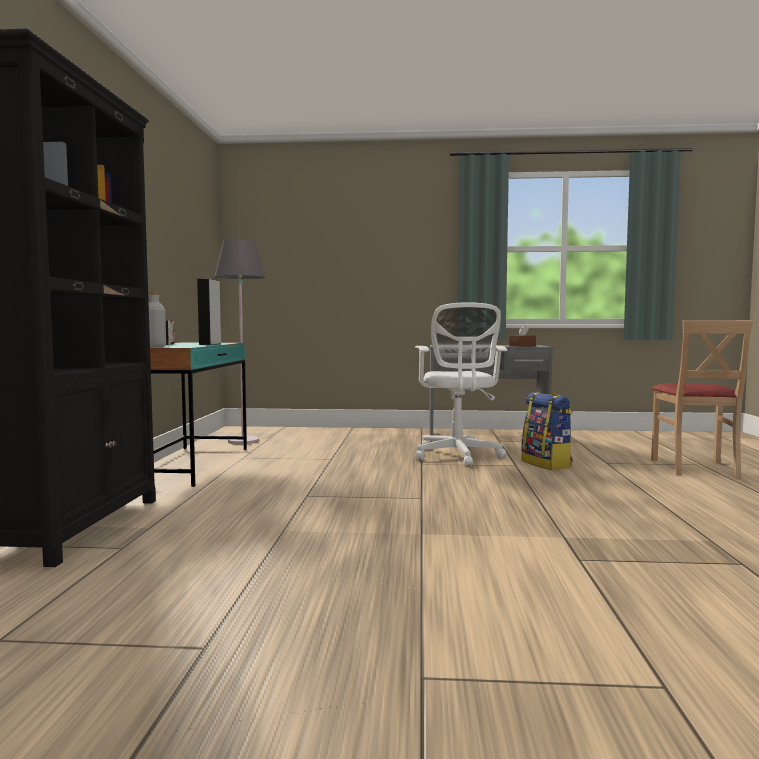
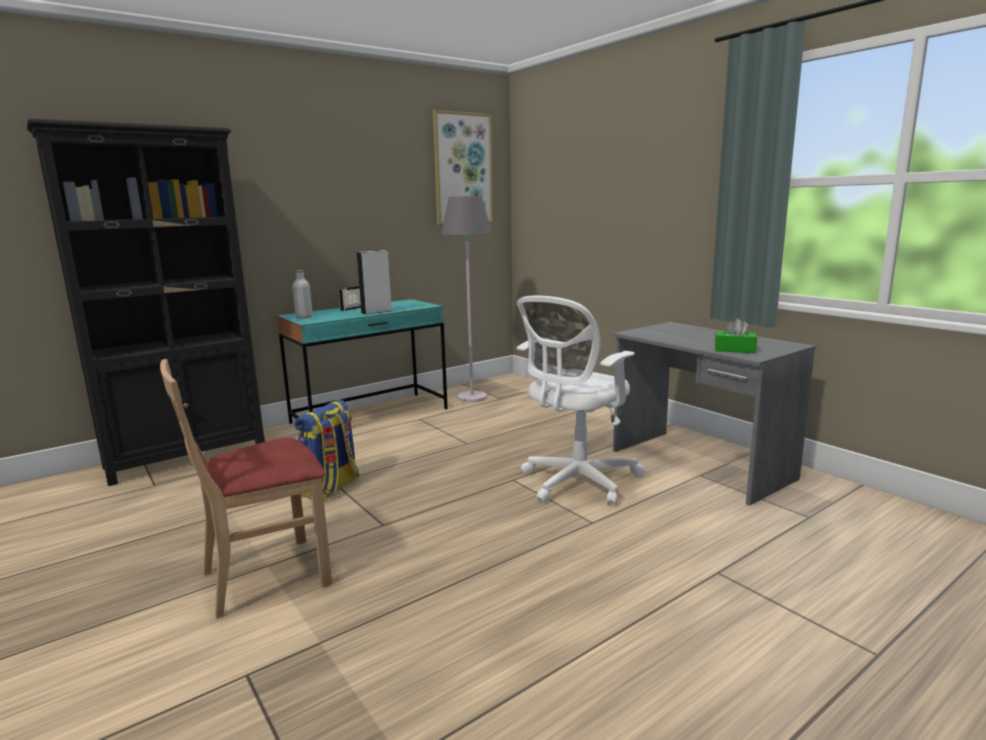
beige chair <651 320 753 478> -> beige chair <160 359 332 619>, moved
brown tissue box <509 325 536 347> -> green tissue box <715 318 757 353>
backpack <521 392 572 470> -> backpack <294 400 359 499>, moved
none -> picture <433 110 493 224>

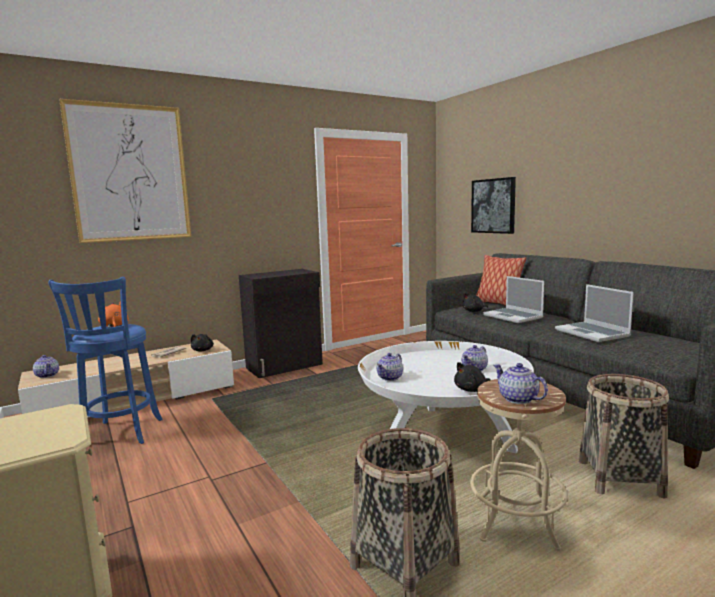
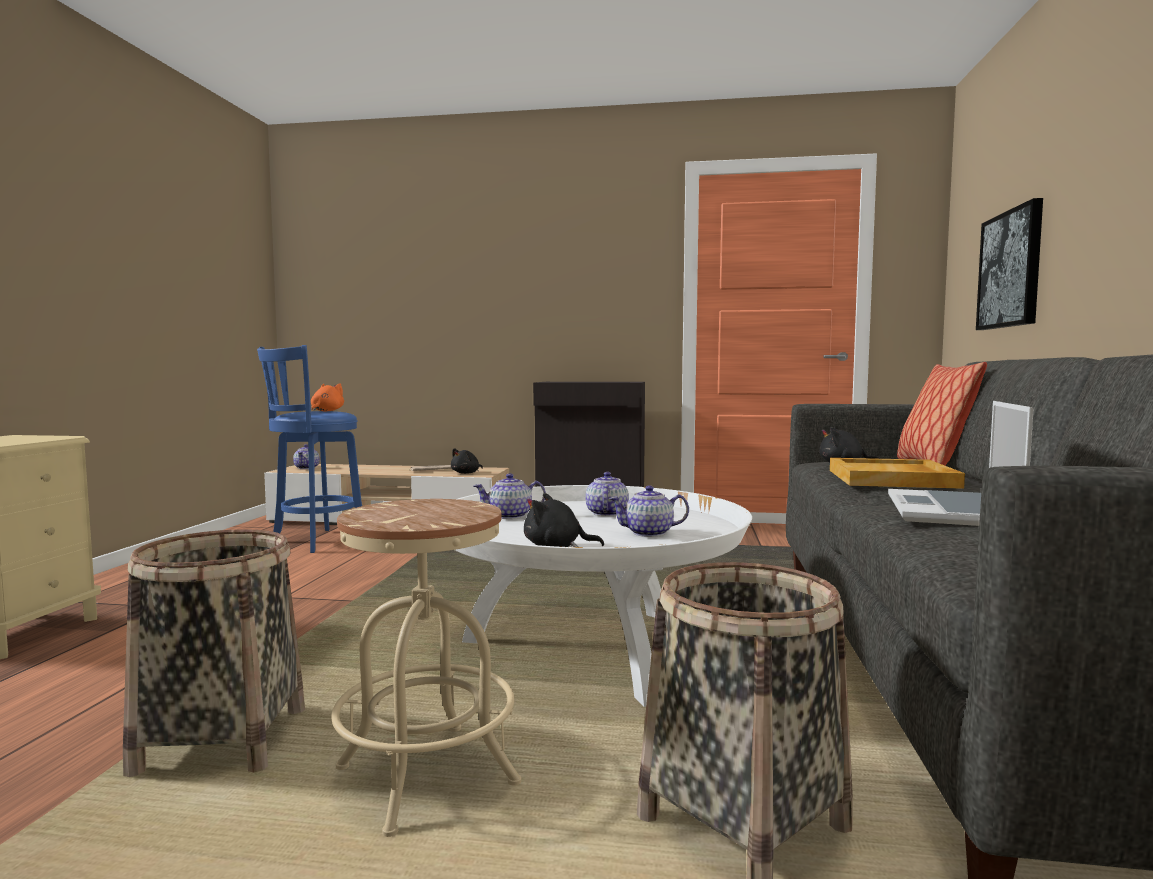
picture <59 99 191 243> -> none
laptop <483 276 544 323> -> beige tray <830 458 965 489>
teapot <494 363 548 404> -> teapot <586 472 629 516>, moved

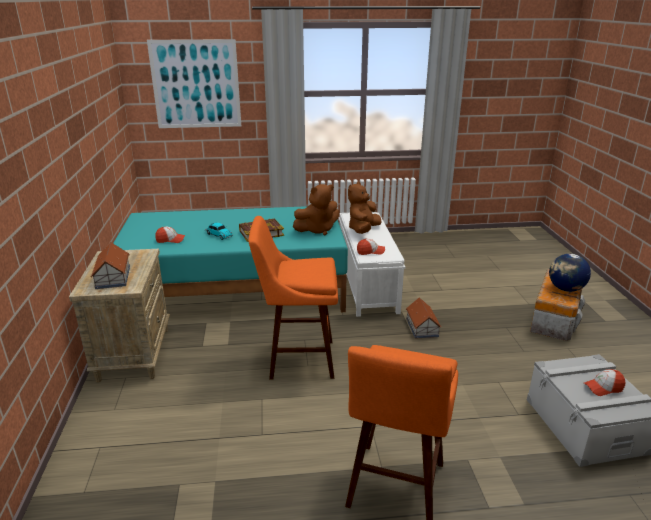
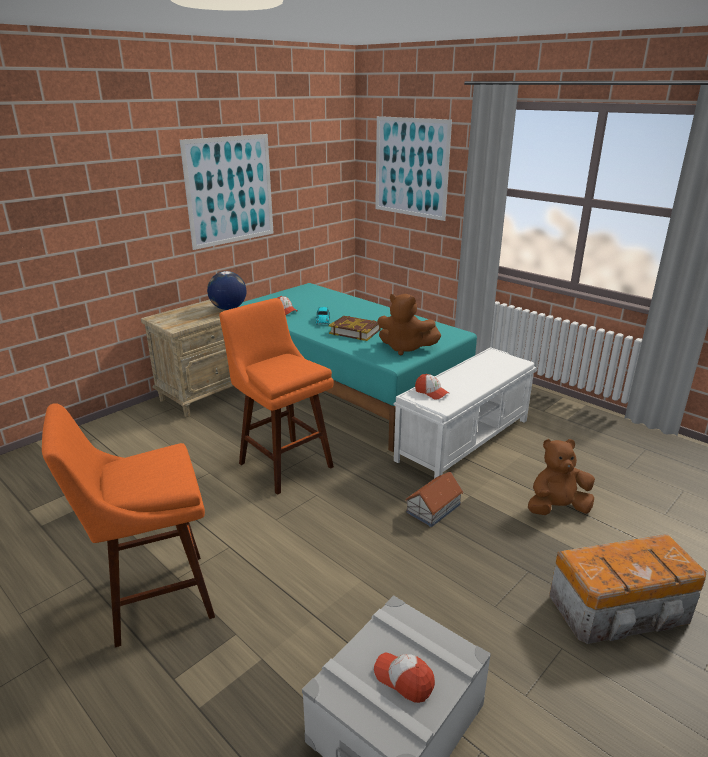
brown plush toy <348 182 382 234> -> brown plush toy <528 439 595 515>, moved
toy house <91 242 130 289> -> none
globe <549 254 591 292> -> globe <207 271 246 310>, moved
none -> picture <180 134 274 250>

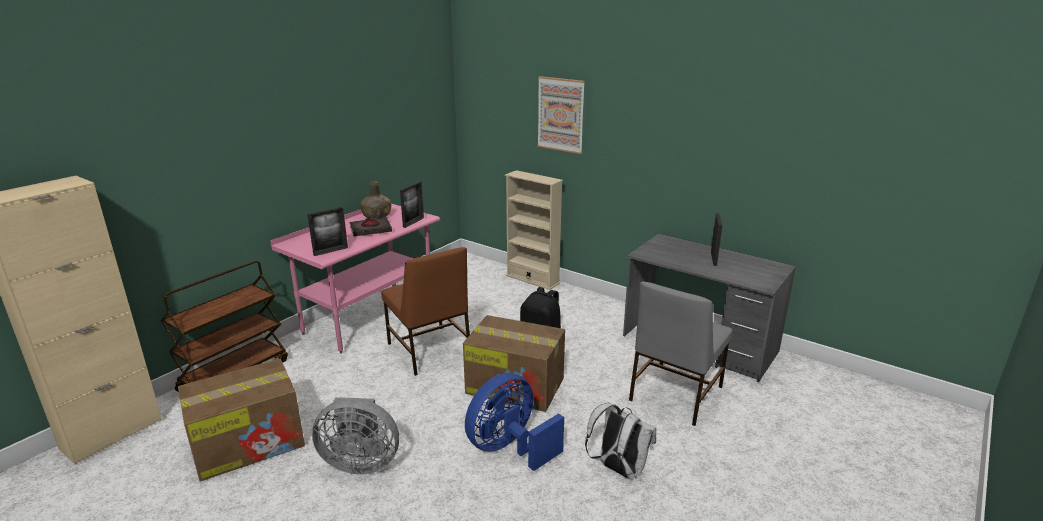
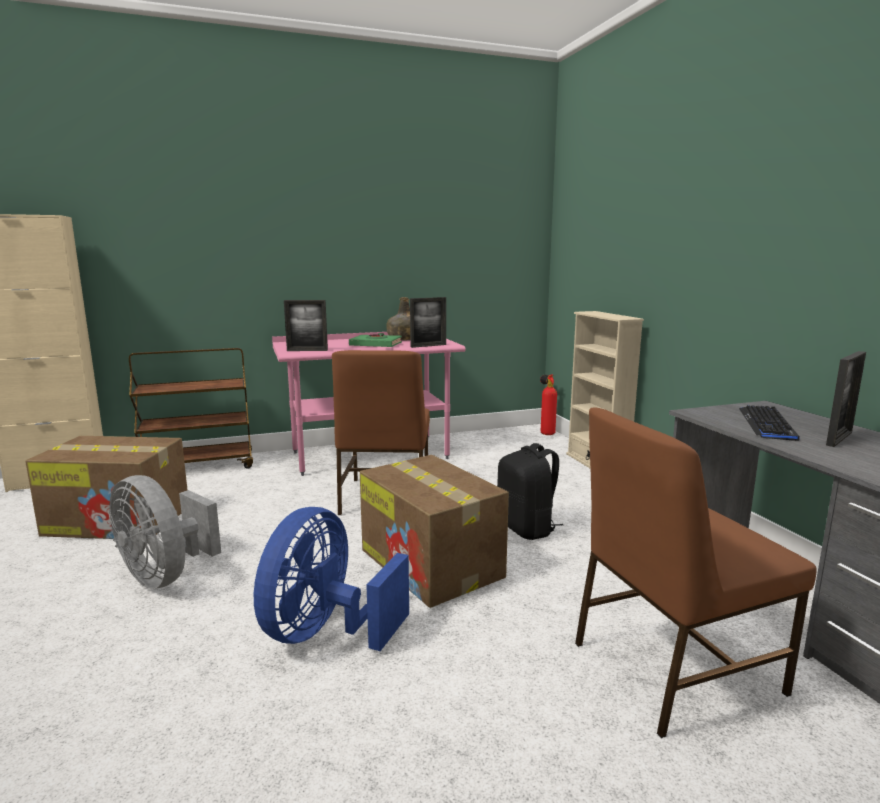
picture <537 76 585 154> -> none
black book <350 217 392 236> -> green book <349 333 402 347>
grey chair <629 282 732 426> -> brown chair <575 407 817 738>
blue fan <465 373 564 471> -> blue fan <254 507 409 651>, 60 degrees counterclockwise
white backpack <585 402 656 479> -> none
none -> fire extinguisher <540 374 557 435>
none -> keyboard <739 405 800 441>

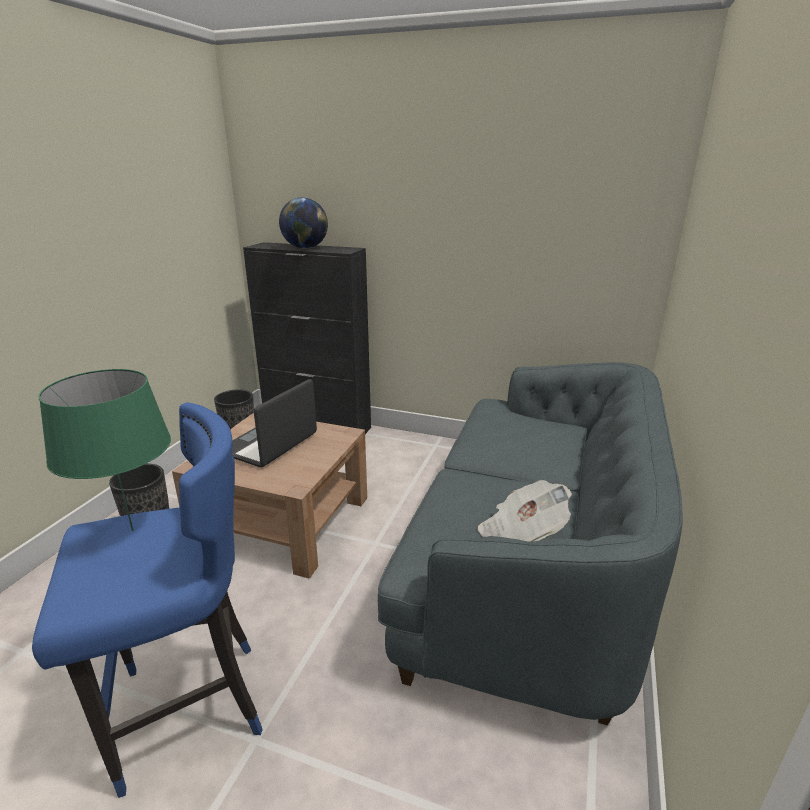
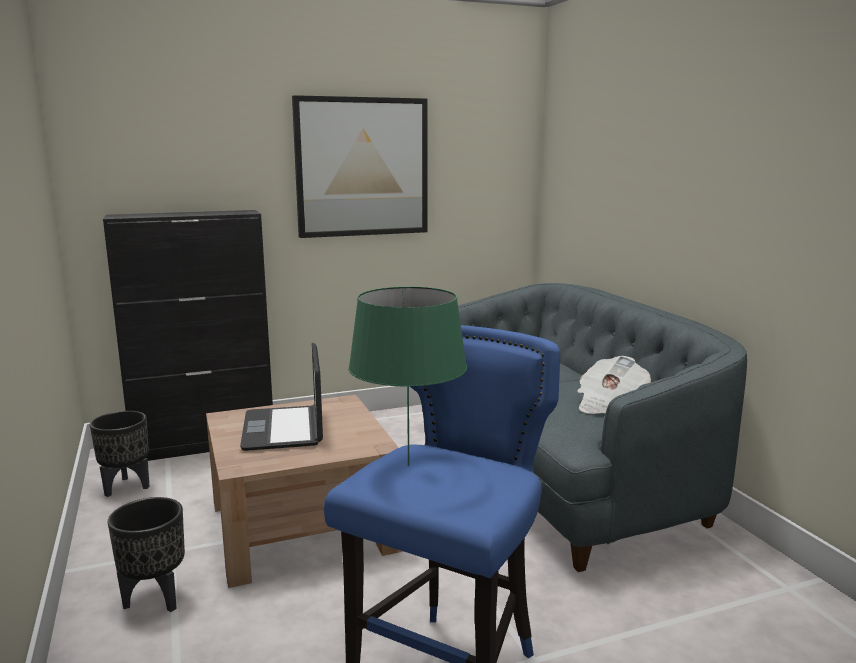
globe <279 197 328 249> -> none
none -> picture <292 95 427 238>

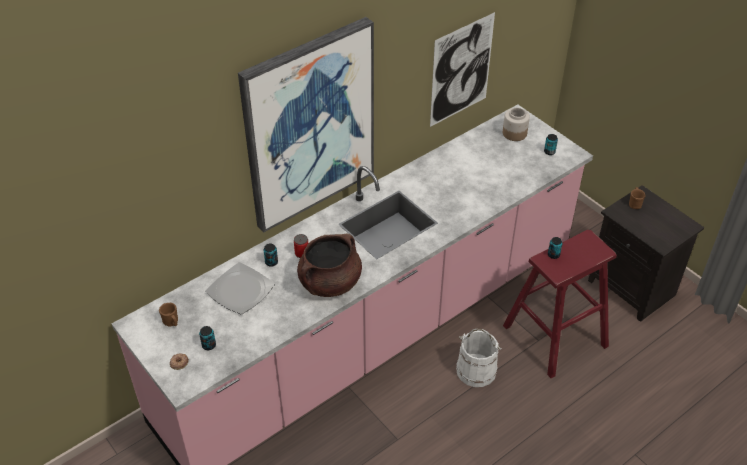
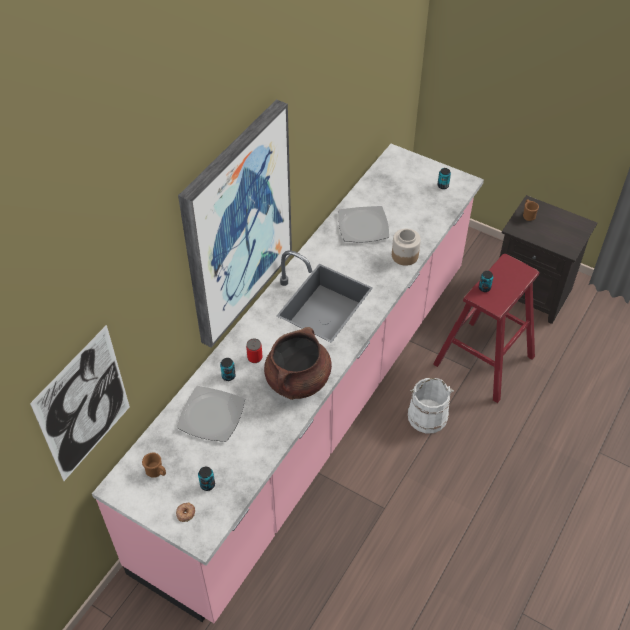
picture <430 12 495 127> -> picture <30 325 130 481>, moved
jar <503 108 530 141> -> jar <392 229 421 266>, moved
none -> plate <338 206 389 243>

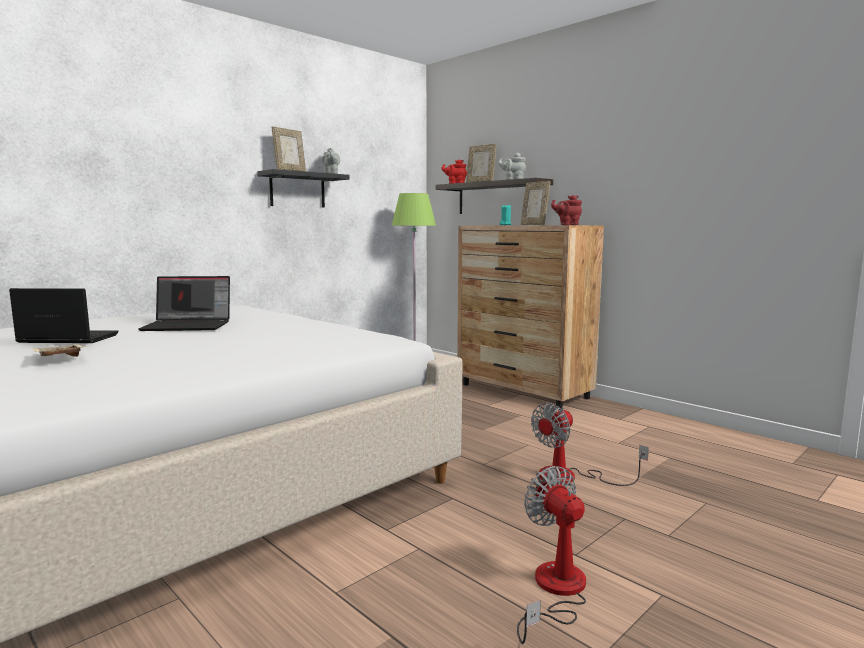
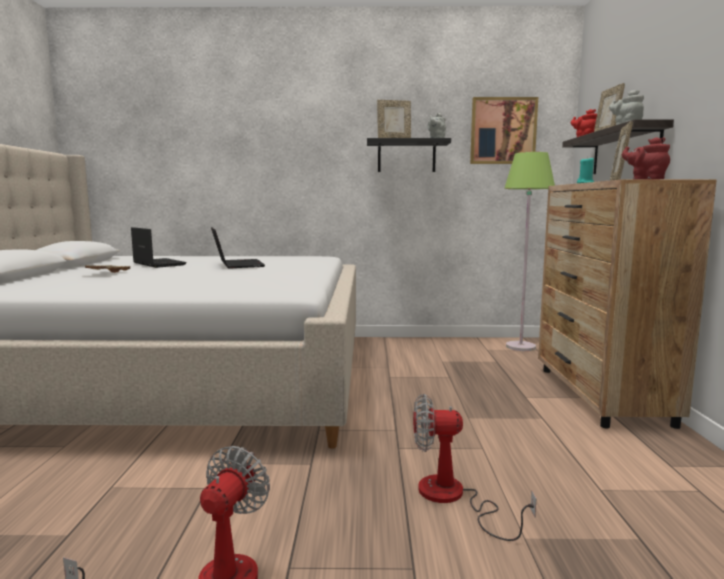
laptop <138 276 230 331> -> laptop <211 227 265 269>, 150 degrees counterclockwise
none -> picture <470 97 538 164>

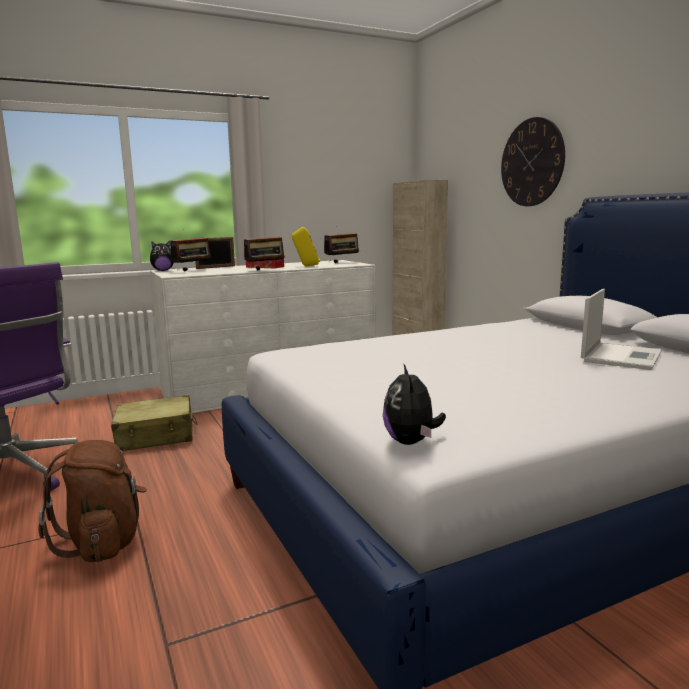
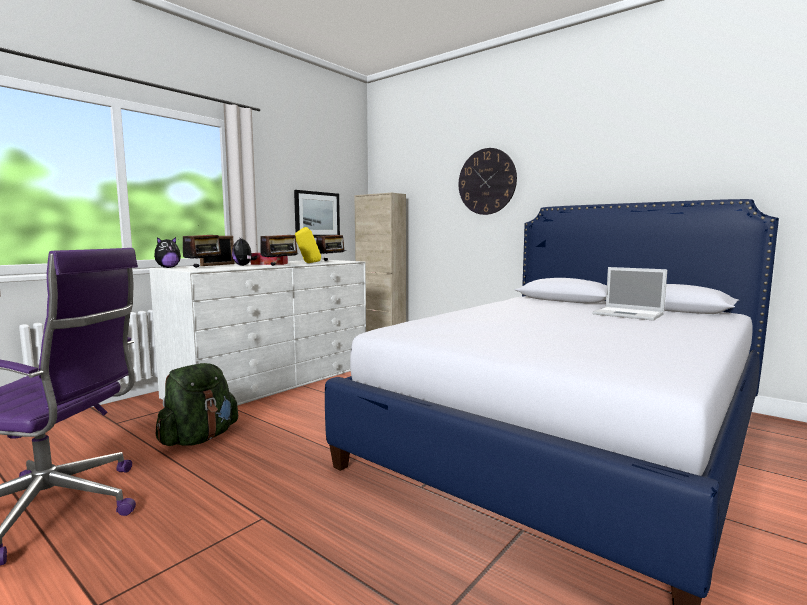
laptop <581 289 662 370> -> laptop <592 267 667 321>, 120 degrees clockwise
plush toy <383 363 446 445> -> plush toy <232 238 257 266>, moved
beige suitcase <111 395 197 451> -> green backpack <156 363 238 446>
brown backpack <38 440 147 562> -> none
none -> picture <294 190 340 238>

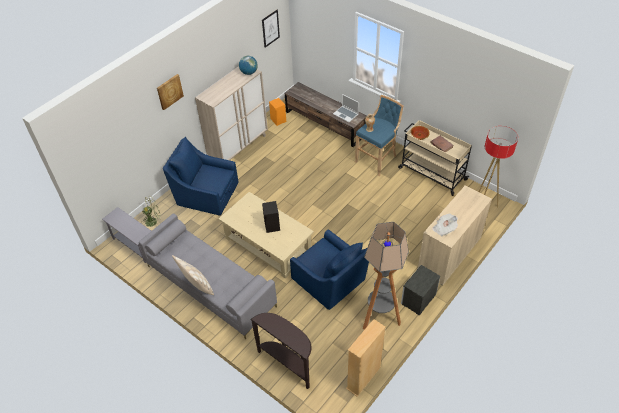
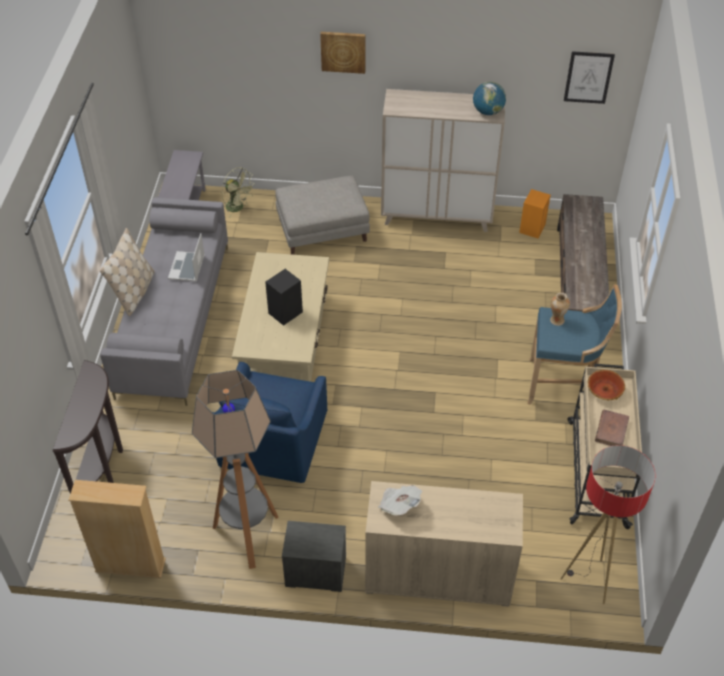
laptop <333 94 359 122> -> laptop <168 233 205 282>, moved
blue armchair <163 137 239 216> -> grey ottoman <275 176 370 255>

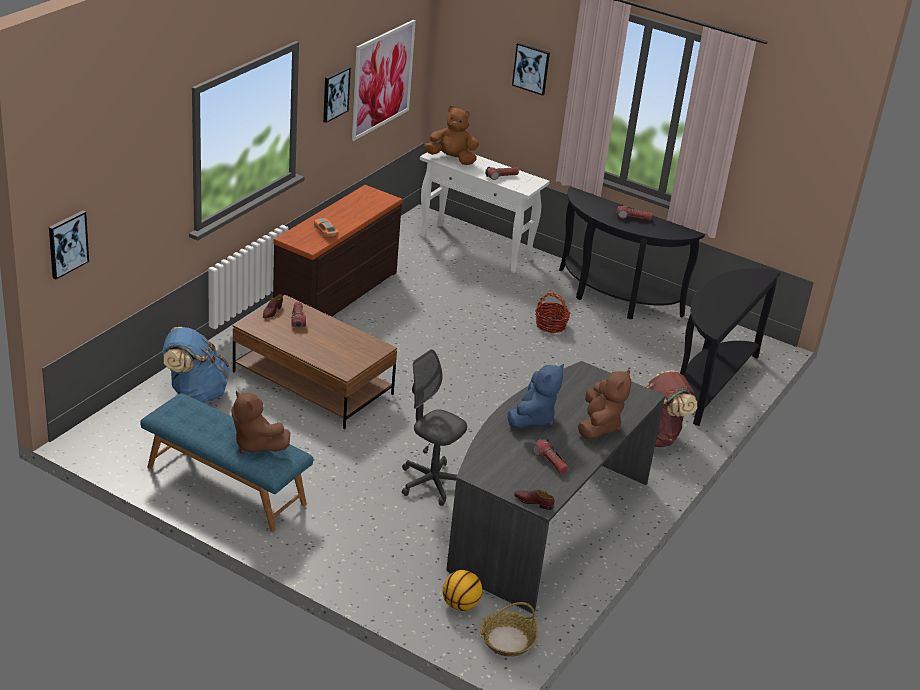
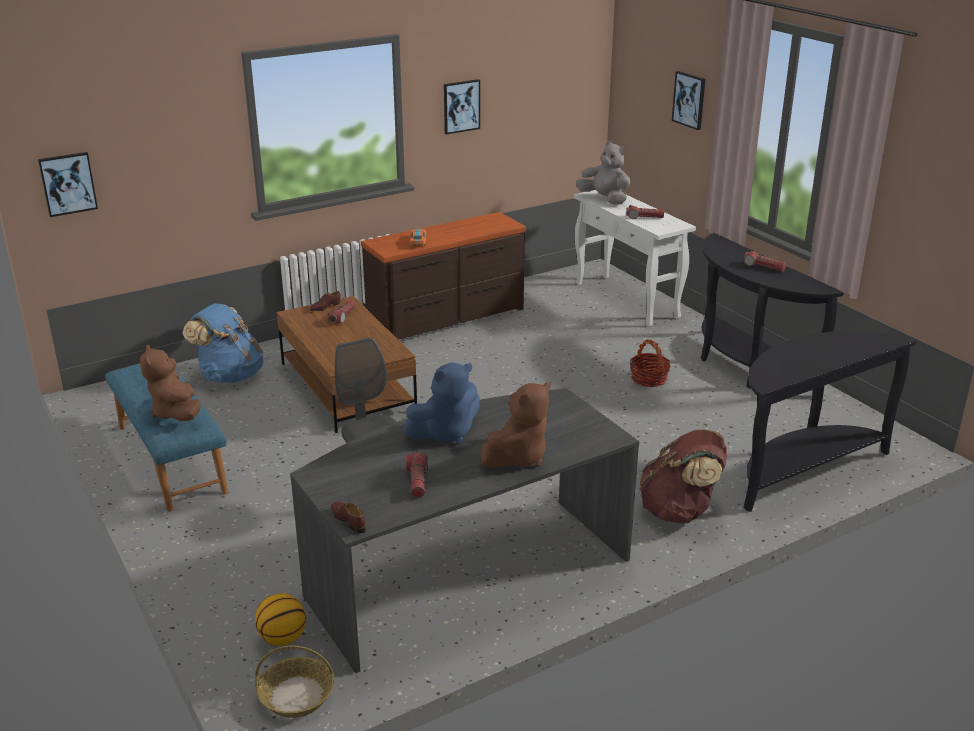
picture <352 20 416 141> -> none
brown plush toy <424 106 479 165> -> grey plush toy <576 141 630 204>

